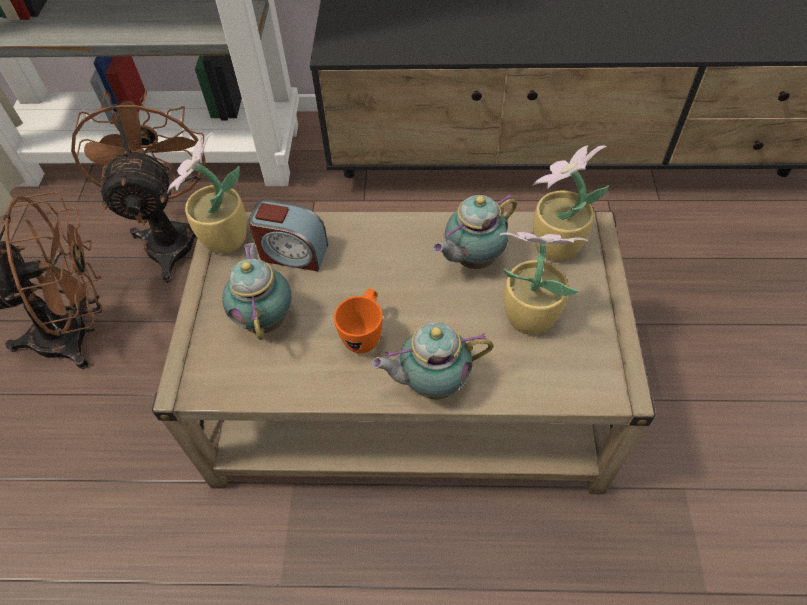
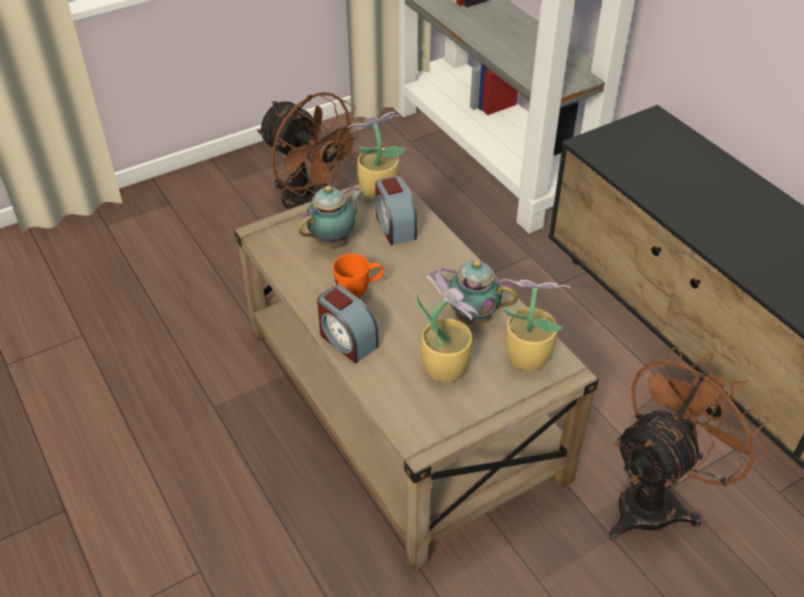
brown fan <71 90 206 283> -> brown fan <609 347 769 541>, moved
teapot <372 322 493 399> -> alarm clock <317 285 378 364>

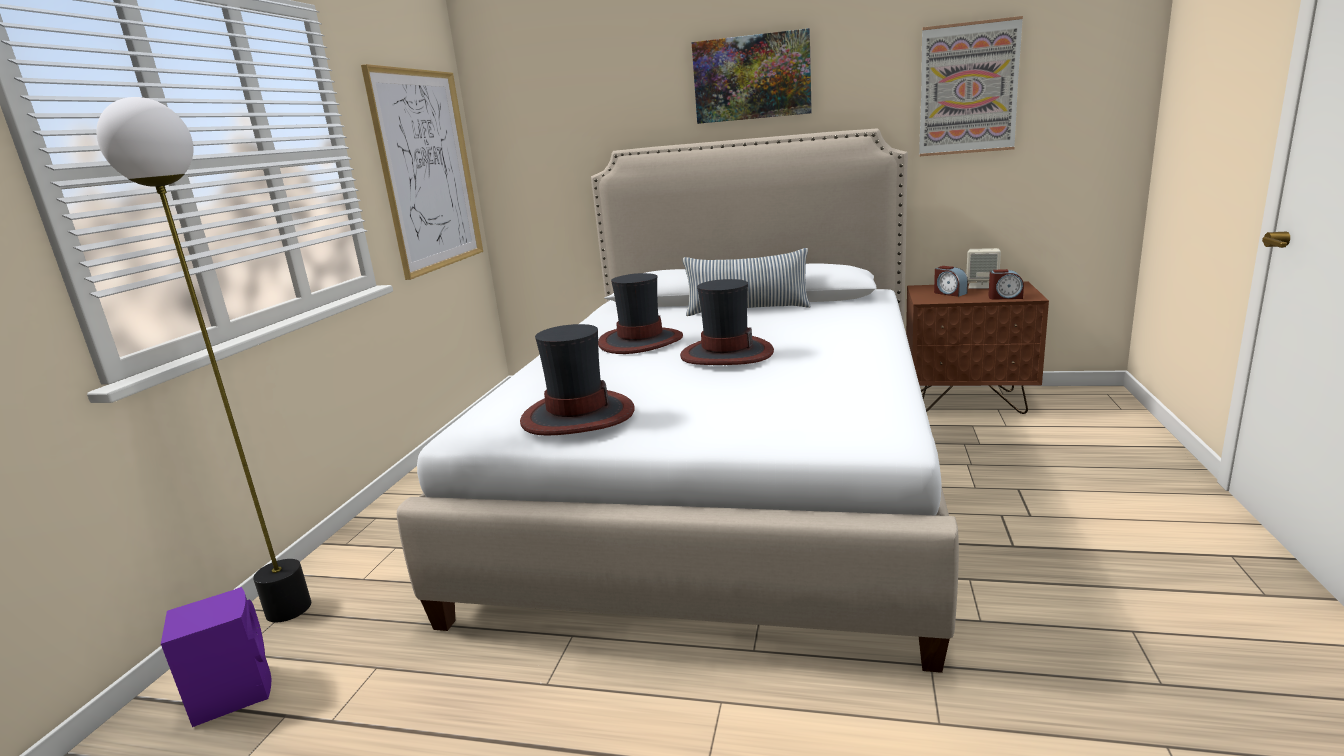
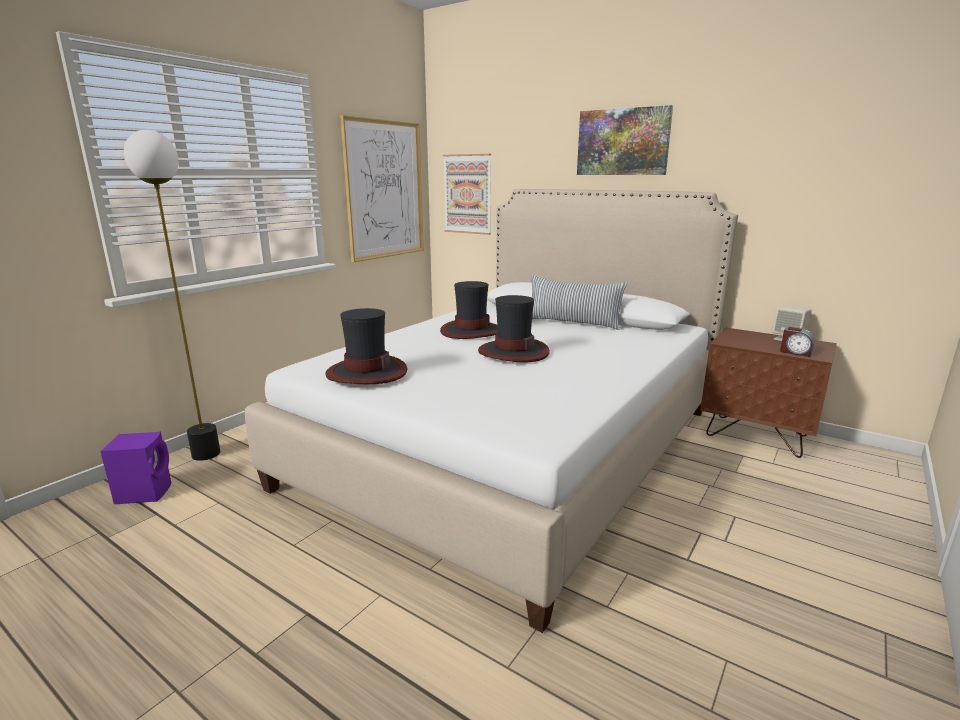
picture <919 16 1023 156> -> picture <443 154 491 235>, moved
alarm clock <934 266 968 297> -> none

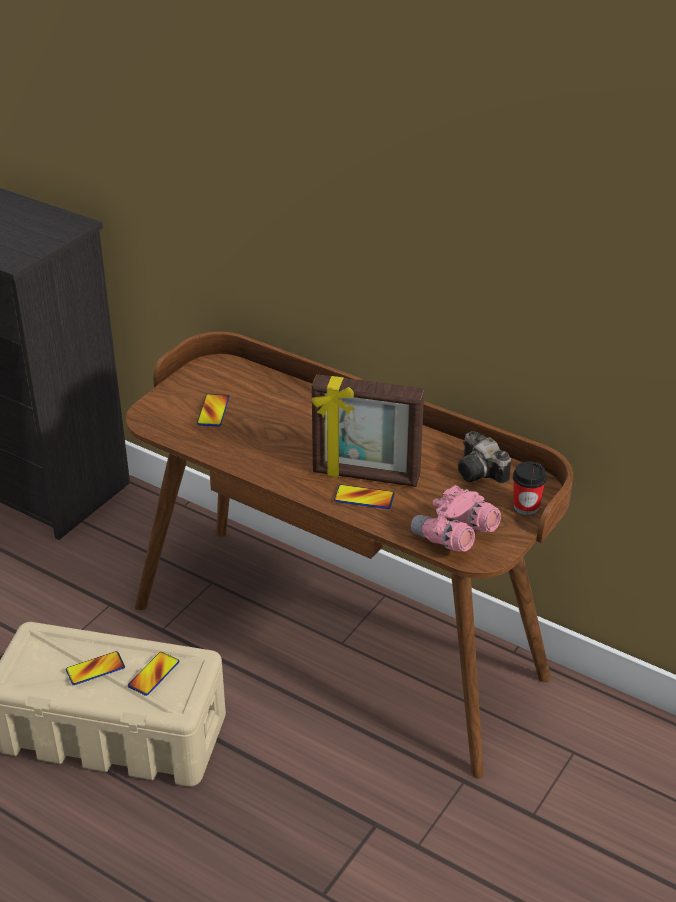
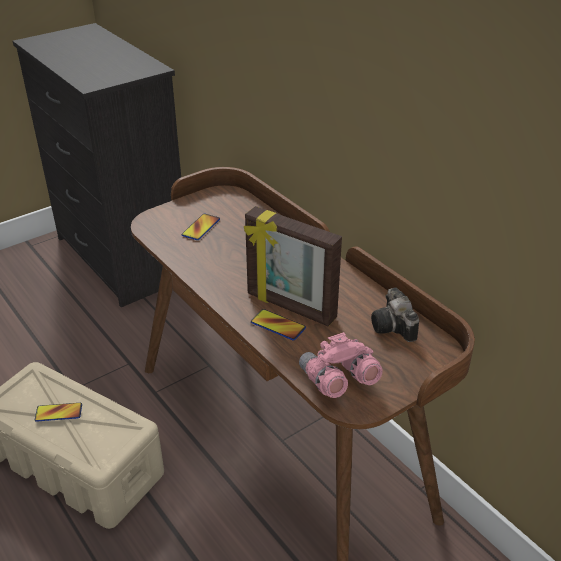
cup <513 461 547 515> -> none
phone <128 652 180 696> -> none

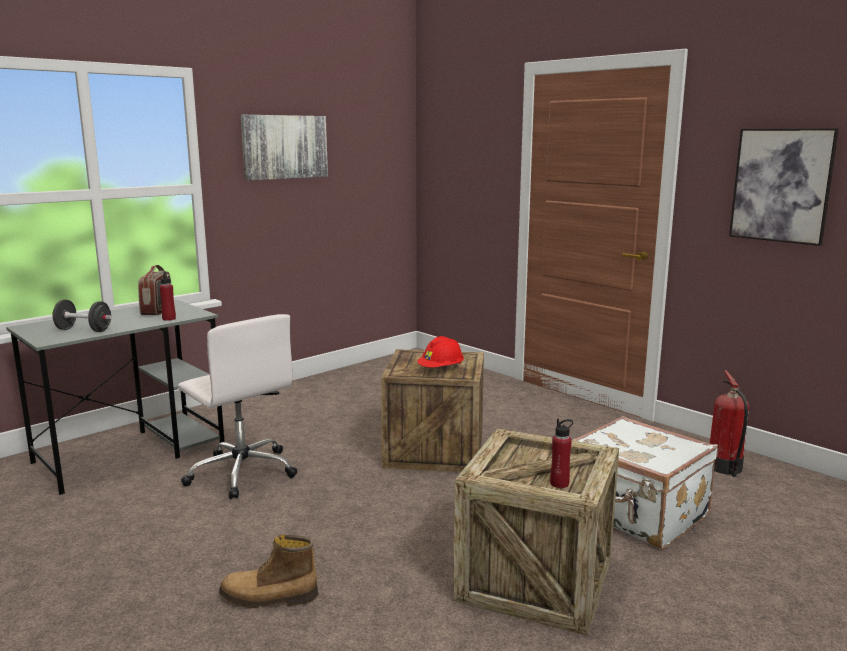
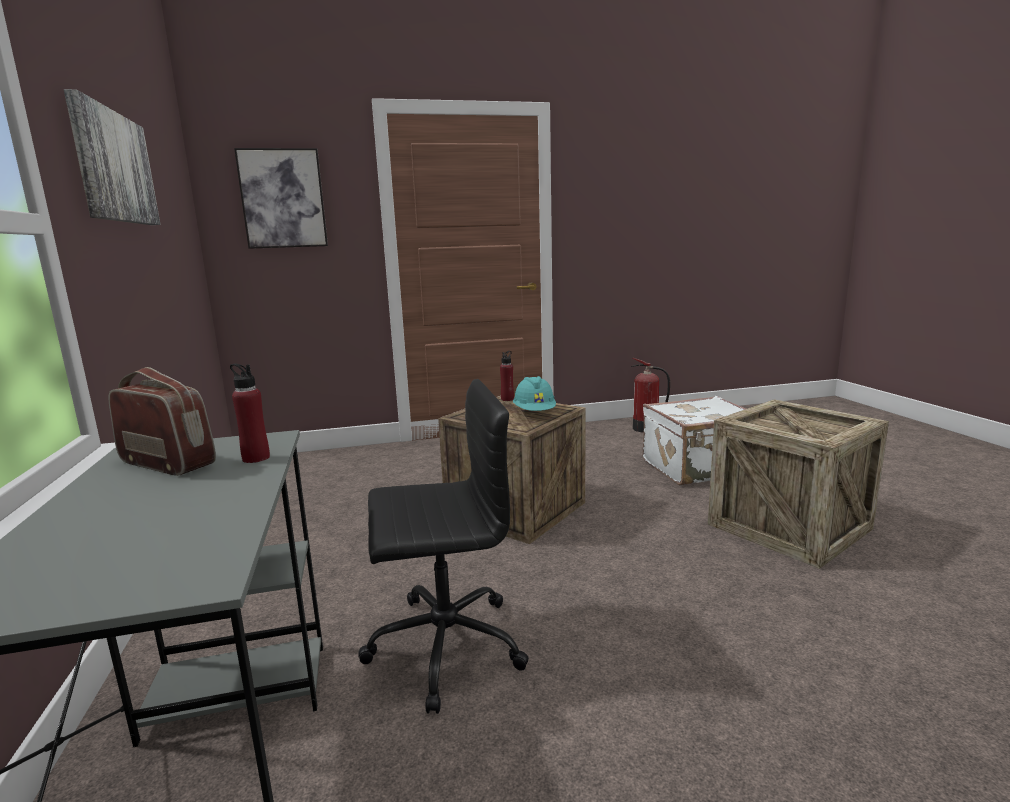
picture <729 128 839 246> -> picture <234 148 328 249>, moved
black dumbbell <52 300 112 332> -> none
white office chair <178 314 298 499> -> black office chair <358 379 529 714>
red hard hat <417 336 464 368> -> turquoise hard hat <513 376 556 411>
red bottle <550 418 573 488> -> red bottle <500 351 514 401>, moved
boot <219 534 318 609> -> none

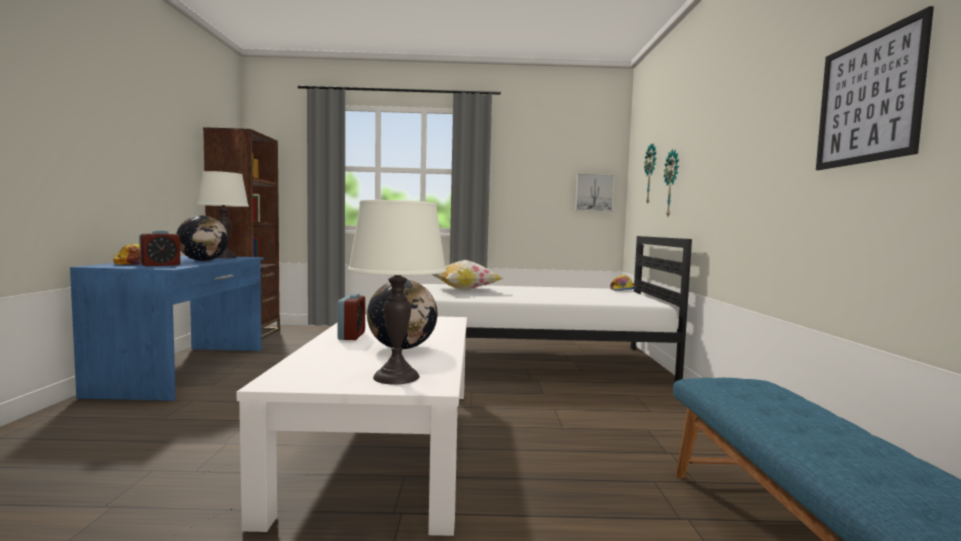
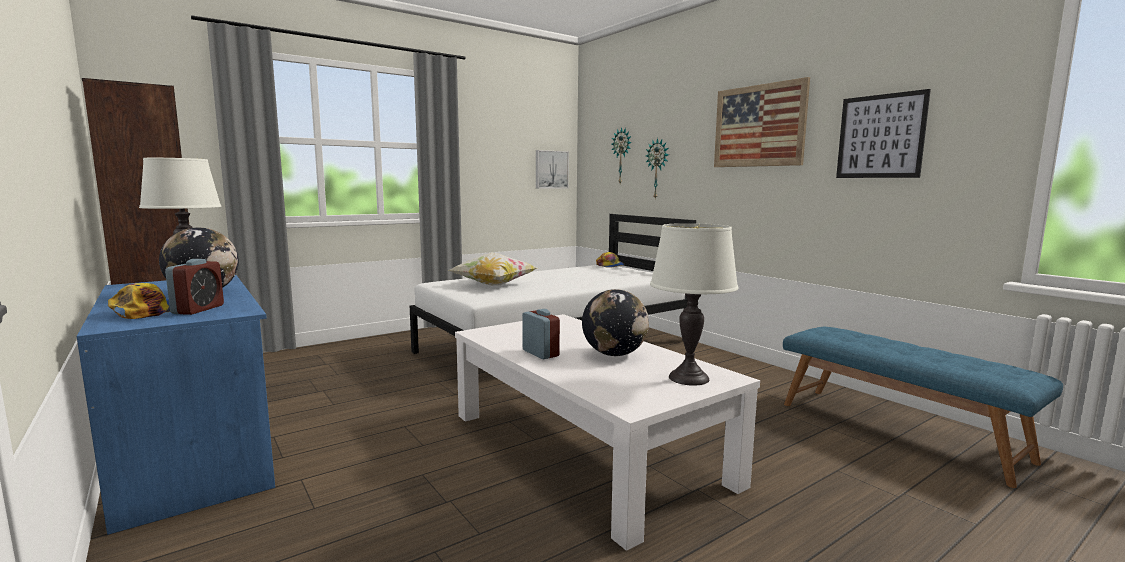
none -> picture <714 77 810 167>

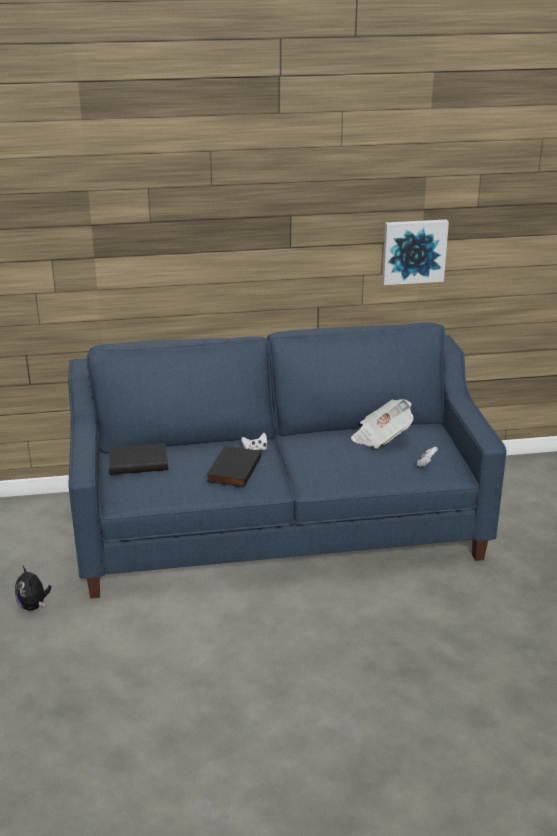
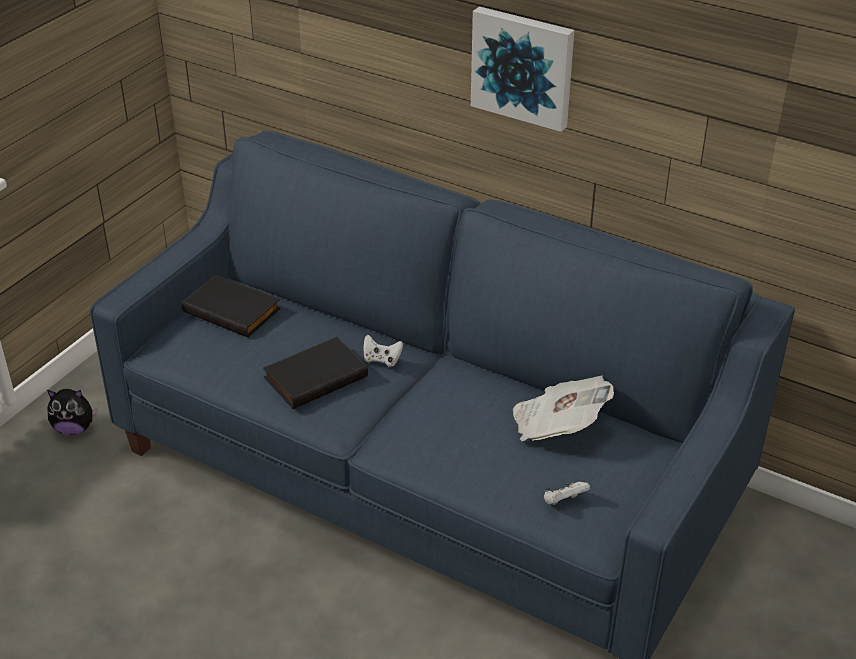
picture <382 219 449 285> -> picture <471 6 575 132>, moved
plush toy <15 566 52 611> -> plush toy <47 389 99 435>, 105 degrees counterclockwise

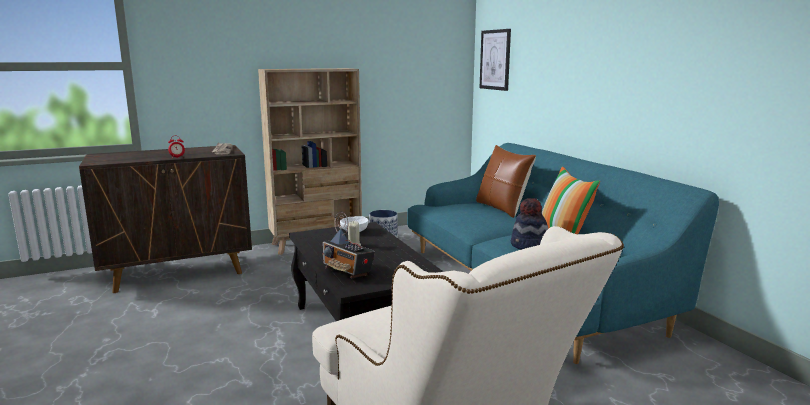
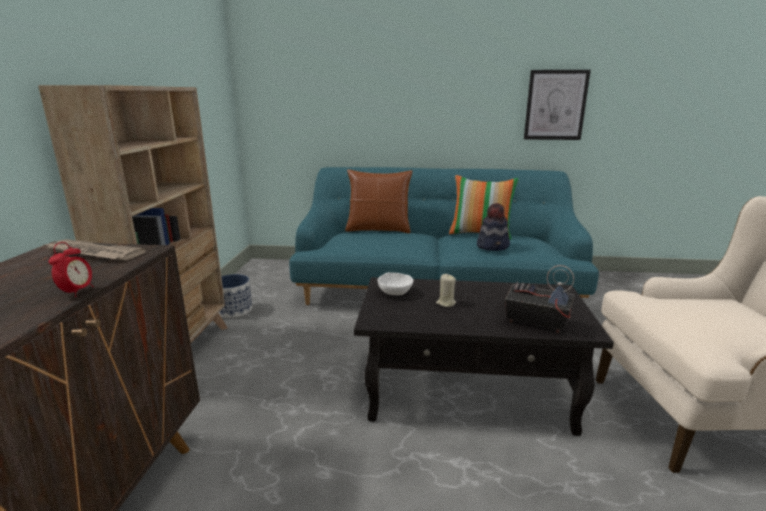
picture <480 29 511 91> -> picture <524 70 591 140>, moved
radio <322 212 375 278> -> radio <505 265 574 333>, 135 degrees counterclockwise

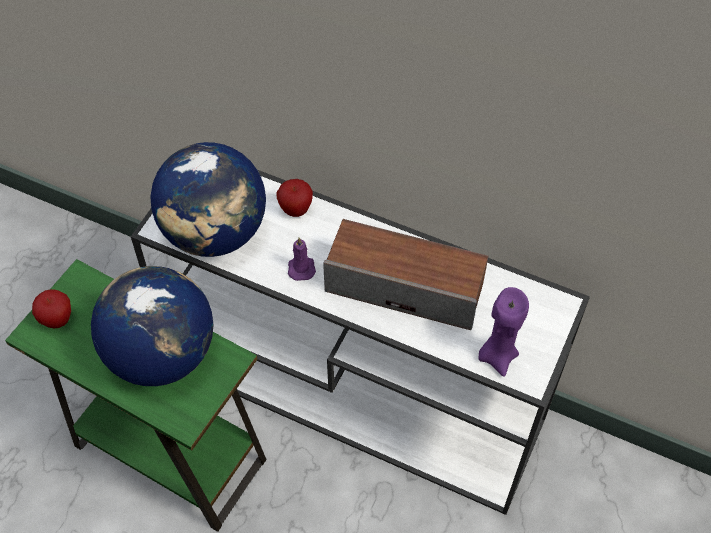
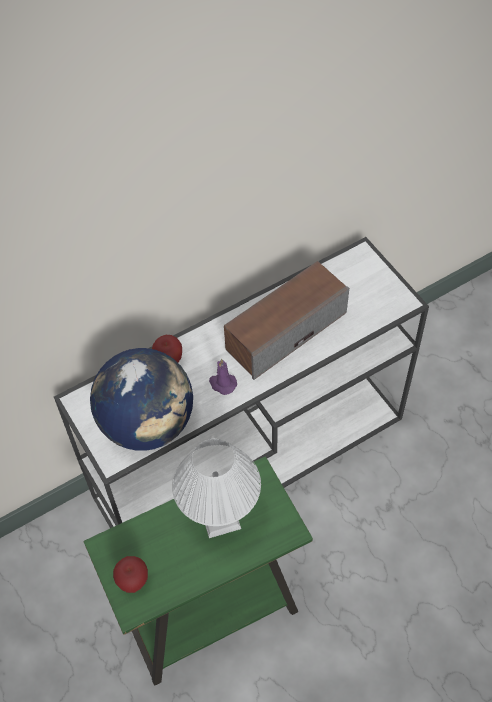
globe <91 266 213 386> -> white table lamp <172 439 261 538>
purple candle <479 287 529 377> -> none

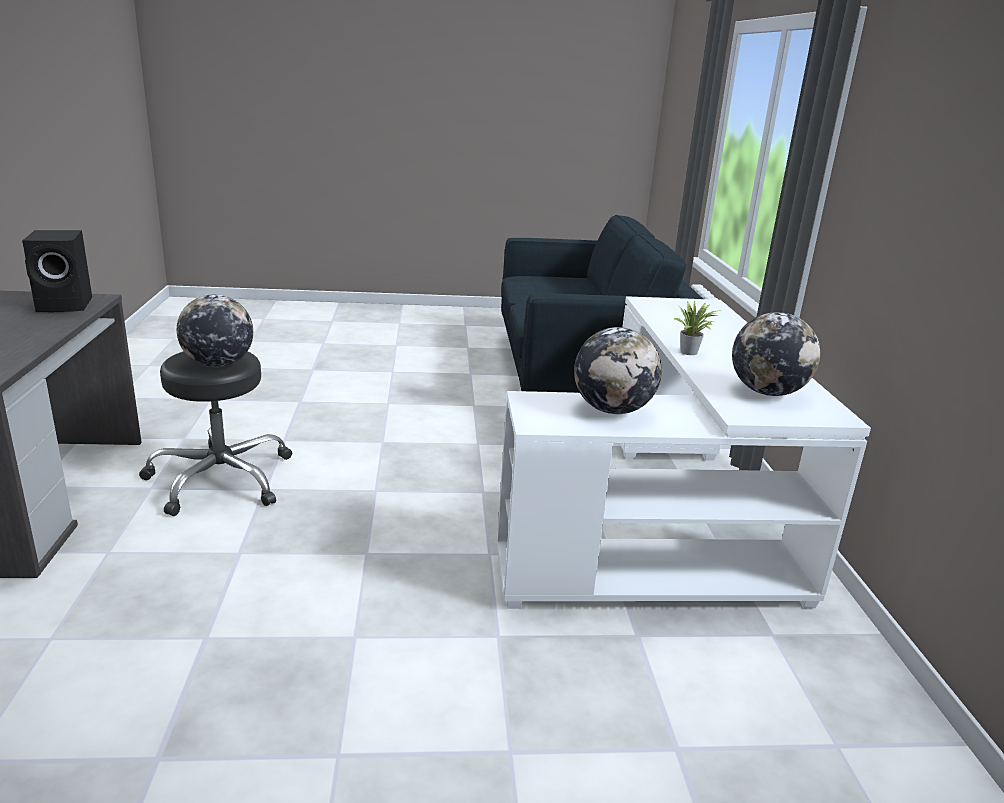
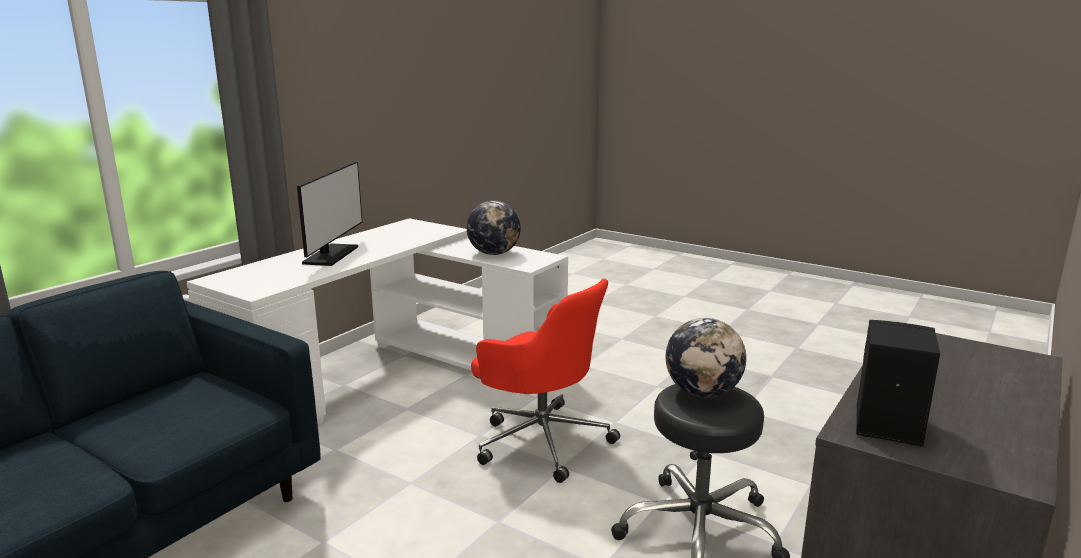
potted plant <674 301 722 355> -> none
globe <732 312 820 396> -> none
none -> monitor <297 161 362 266>
none -> red office chair <471 279 620 483>

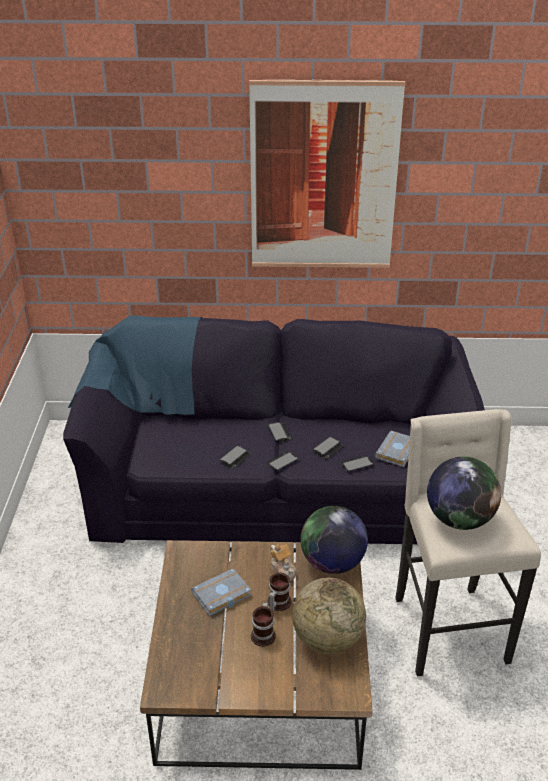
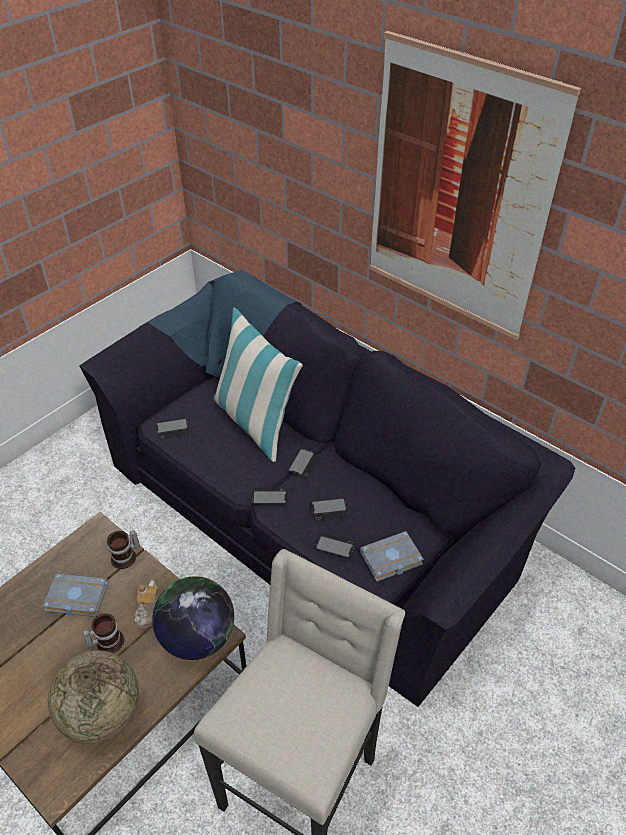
phone <219 446 251 469> -> phone <156 418 189 439>, moved
globe <427 457 501 530> -> none
mug <251 602 276 647> -> mug <107 530 140 569>, moved
none -> pillow <213 308 303 462>

